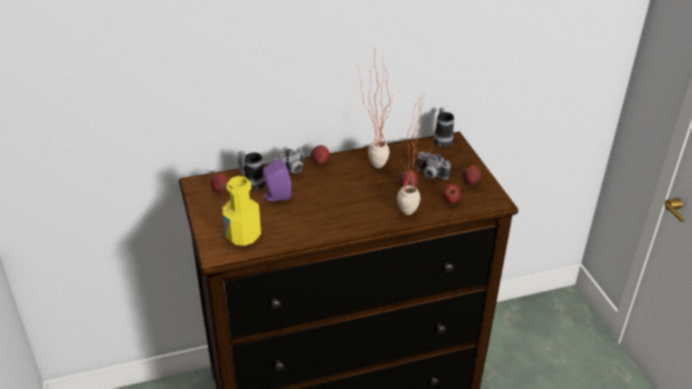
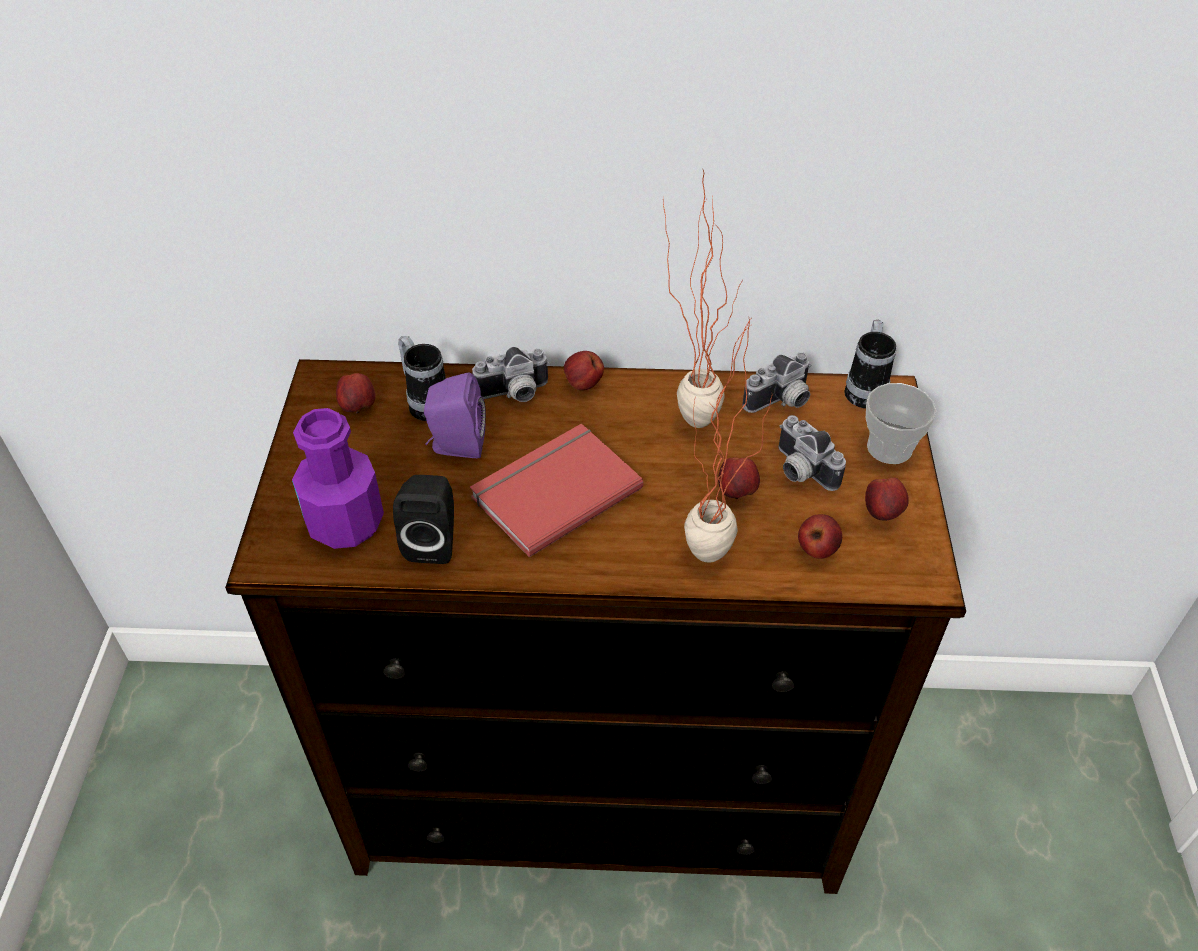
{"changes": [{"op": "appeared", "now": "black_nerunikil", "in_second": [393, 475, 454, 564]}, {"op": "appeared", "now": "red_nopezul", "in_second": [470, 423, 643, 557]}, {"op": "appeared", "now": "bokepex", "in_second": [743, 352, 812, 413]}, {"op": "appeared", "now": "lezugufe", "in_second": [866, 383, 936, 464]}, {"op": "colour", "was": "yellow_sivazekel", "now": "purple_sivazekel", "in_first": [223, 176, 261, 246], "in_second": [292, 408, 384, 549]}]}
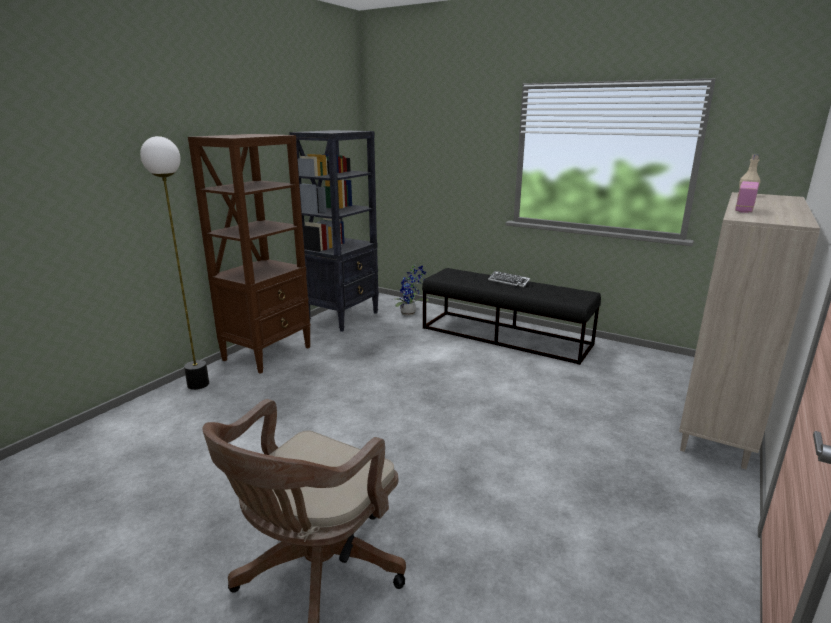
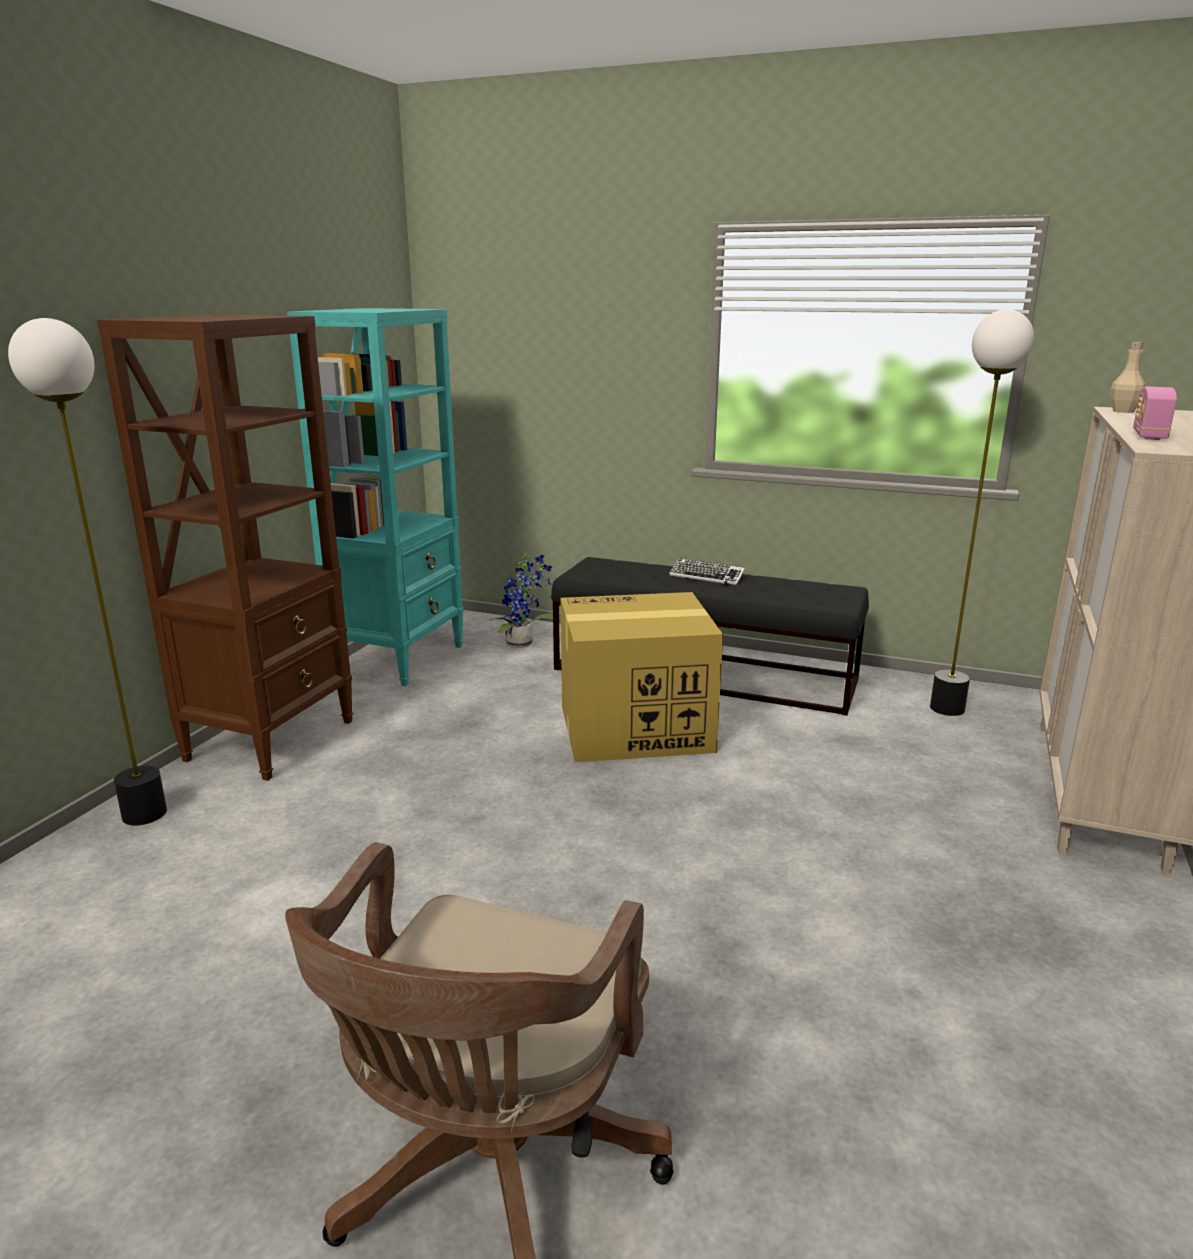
{"changes": [{"op": "appeared", "now": "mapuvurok", "in_second": [560, 592, 723, 762]}, {"op": "appeared", "now": "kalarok", "in_second": [930, 309, 1034, 716]}, {"op": "colour", "was": "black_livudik", "now": "turquoise_livudik", "in_first": [289, 130, 379, 332], "in_second": [287, 308, 464, 687]}]}
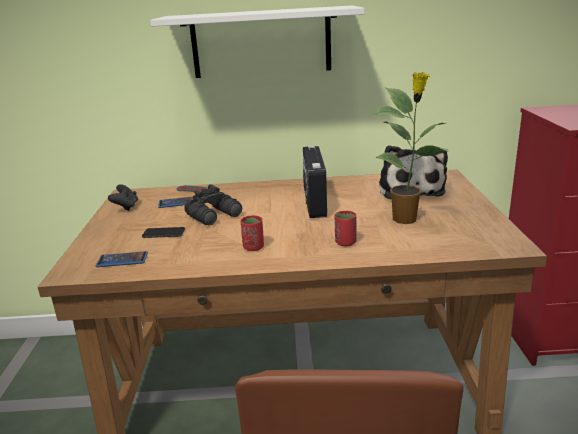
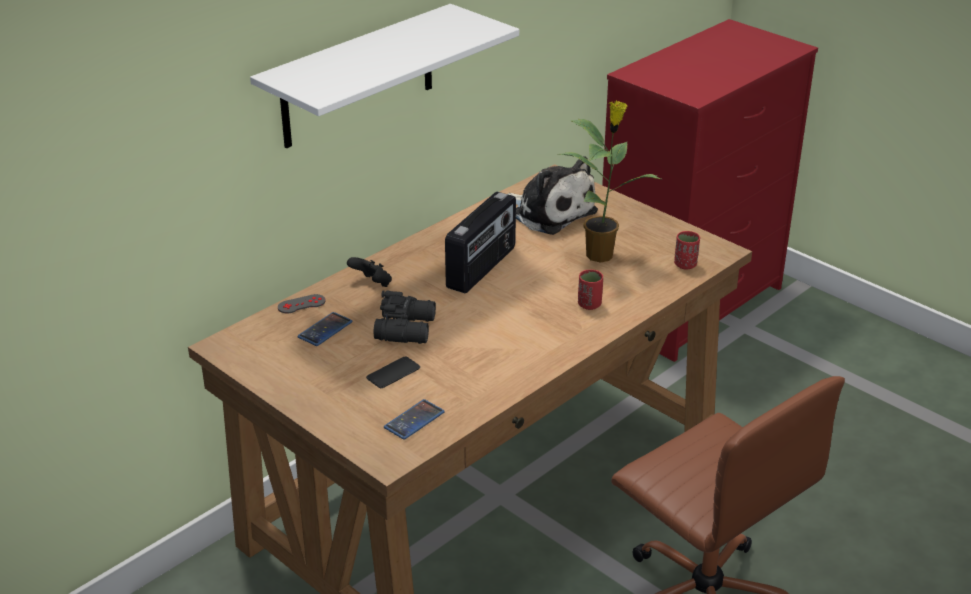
{"changes": [{"op": "relocated", "was": "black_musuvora", "in_first": [108, 184, 138, 211], "in_second": [347, 257, 392, 287]}, {"op": "relocated", "was": "red_lezugufe", "in_first": [240, 215, 264, 251], "in_second": [674, 231, 700, 270]}, {"op": "spun", "was": "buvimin", "in_first": [303, 146, 327, 218], "in_second": [445, 192, 516, 293], "clockwise": -105}]}
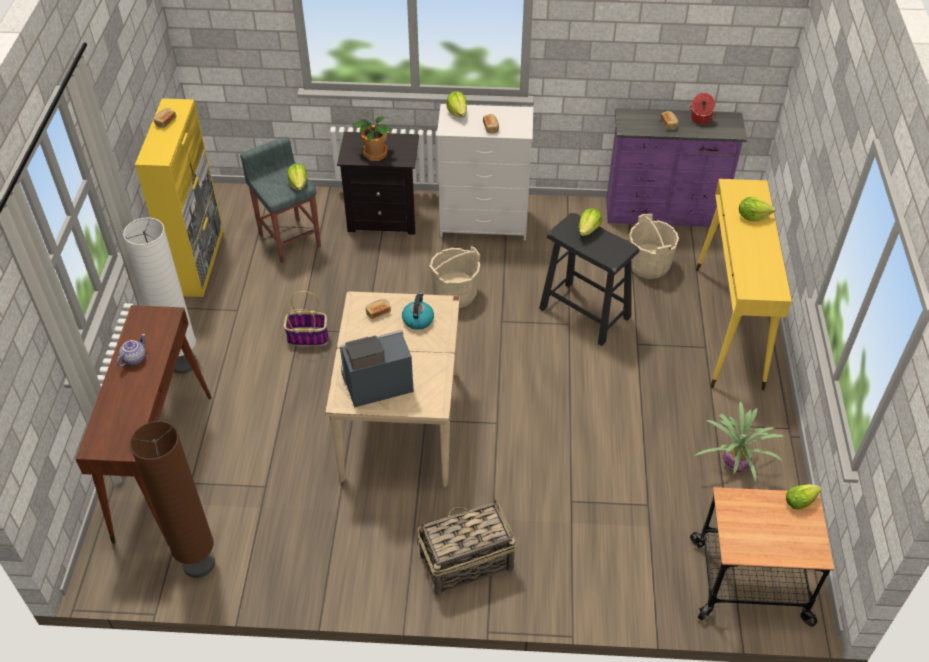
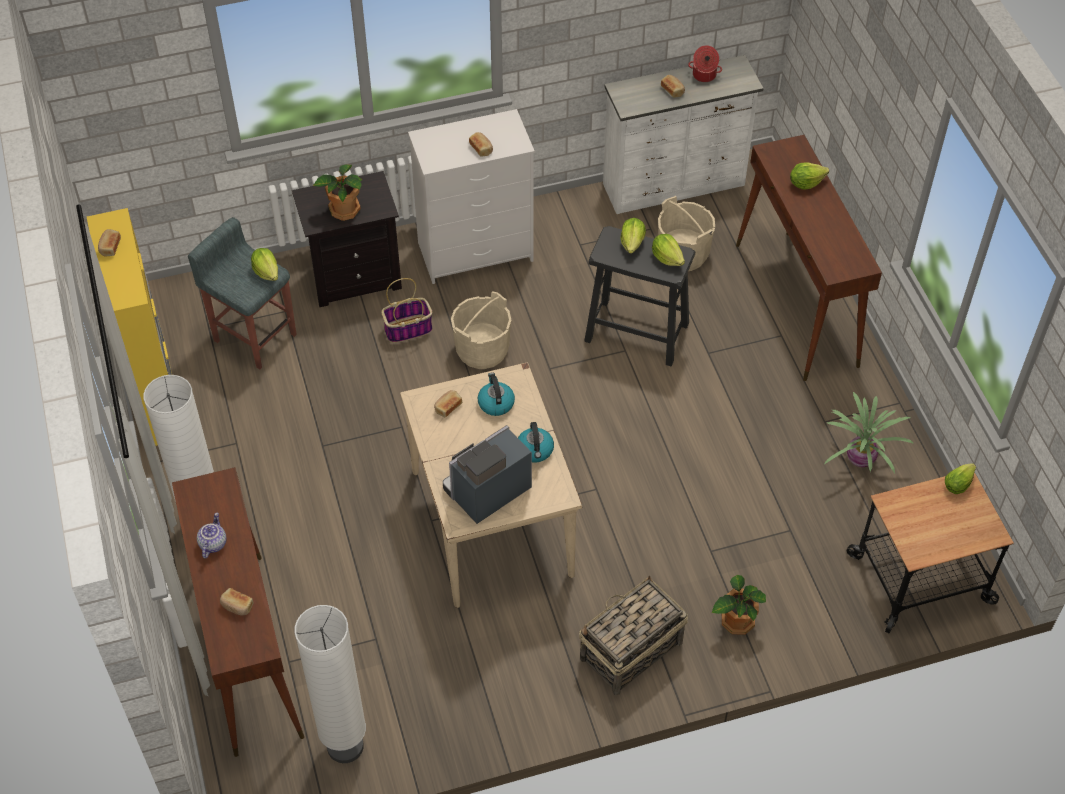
{"changes": [{"op": "appeared", "now": "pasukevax", "in_second": [220, 588, 253, 615]}, {"op": "appeared", "now": "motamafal", "in_second": [518, 422, 554, 462]}, {"op": "appeared", "now": "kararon", "in_second": [712, 575, 766, 635]}, {"op": "relocated", "was": "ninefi", "in_first": [284, 291, 328, 346], "in_second": [381, 278, 433, 343]}, {"op": "relocated", "was": "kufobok", "in_first": [446, 91, 467, 117], "in_second": [652, 234, 685, 266]}, {"op": "colour", "was": "brown_kalarok", "now": "white_kalarok", "in_first": [130, 421, 215, 578], "in_second": [294, 605, 366, 763]}, {"op": "colour", "was": "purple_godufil", "now": "white_godufil", "in_first": [606, 108, 747, 227], "in_second": [603, 55, 764, 214]}, {"op": "colour", "was": "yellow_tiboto", "now": "brown_tiboto", "in_first": [696, 179, 792, 390], "in_second": [736, 135, 882, 381]}]}
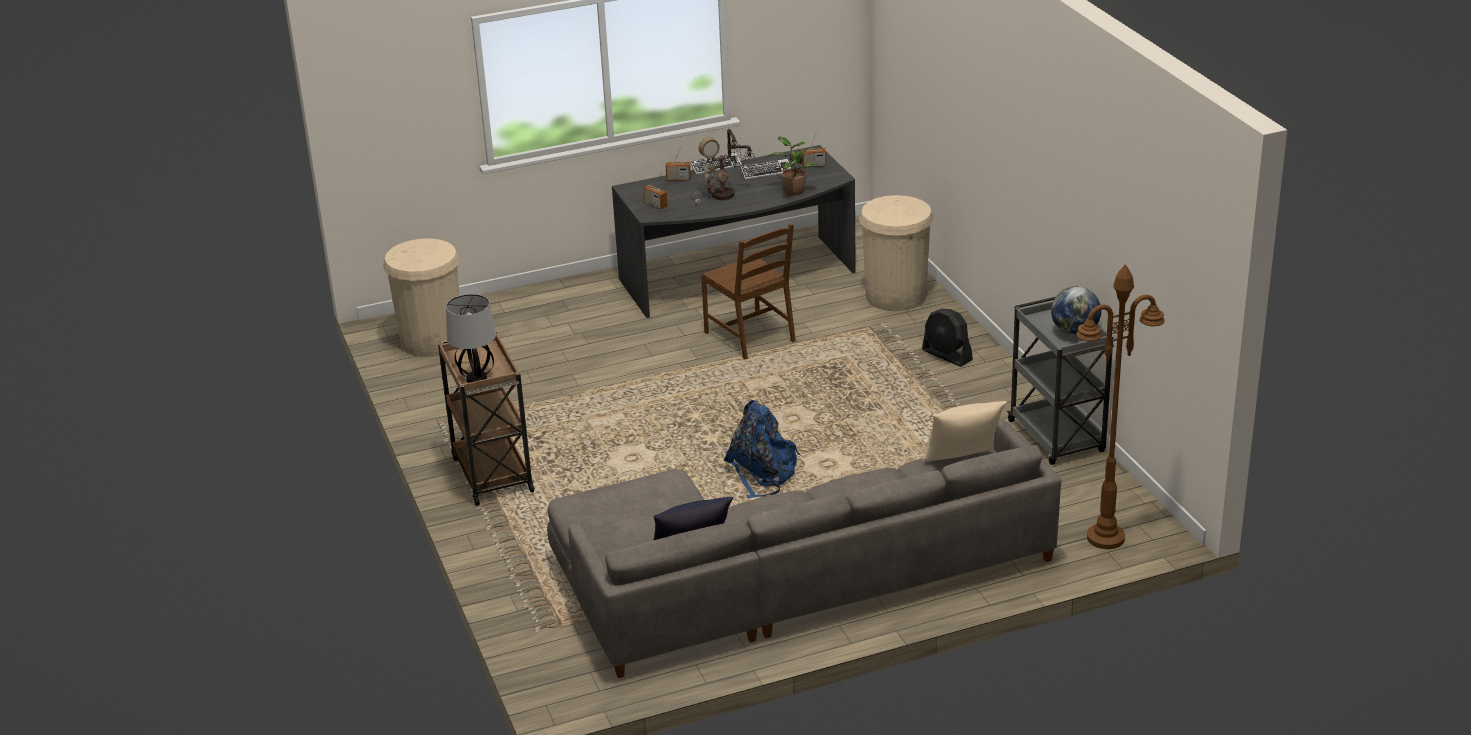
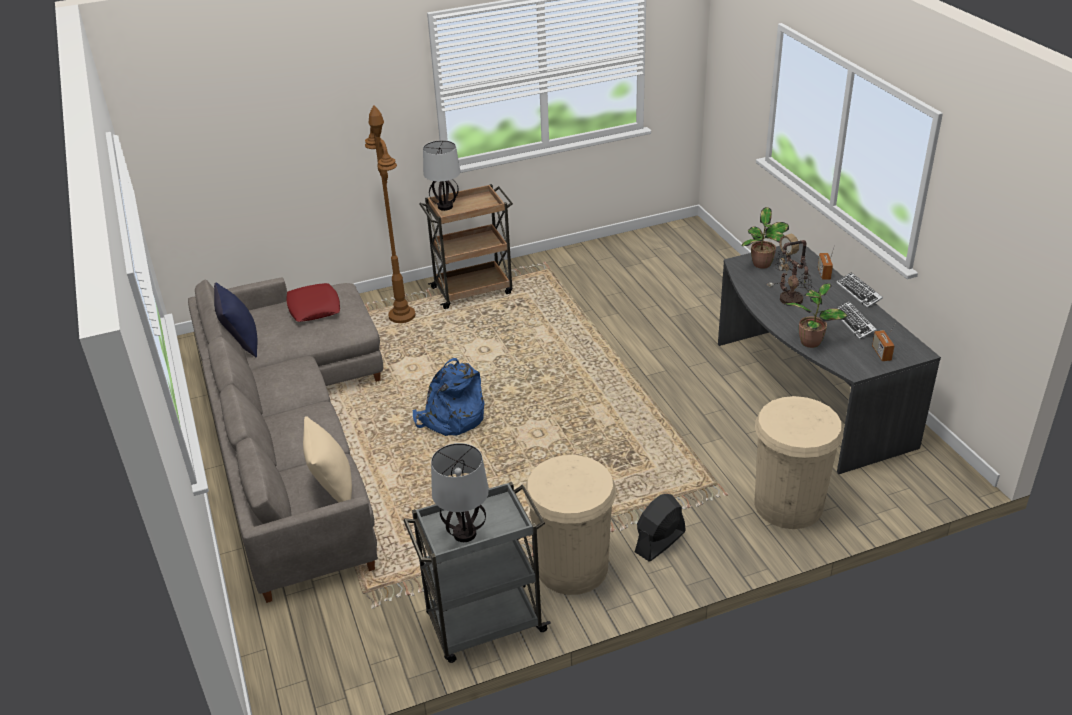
{"changes": [{"op": "missing", "was": "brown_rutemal", "in_first": [701, 224, 796, 359]}, {"op": "appeared", "now": "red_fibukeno", "in_second": [287, 283, 340, 322]}, {"op": "relocated", "was": "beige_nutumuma", "in_first": [383, 238, 460, 357], "in_second": [525, 455, 616, 595]}, {"op": "relocated", "was": "brown_kalarok", "in_first": [1076, 264, 1165, 549], "in_second": [365, 105, 416, 323]}, {"op": "exchanged", "was": "buvimin", "now": "kararon", "in_first": [644, 177, 667, 209], "in_second": [742, 207, 789, 269]}, {"op": "exchanged", "was": "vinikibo", "now": "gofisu", "in_first": [1051, 286, 1101, 336], "in_second": [431, 443, 489, 542]}]}
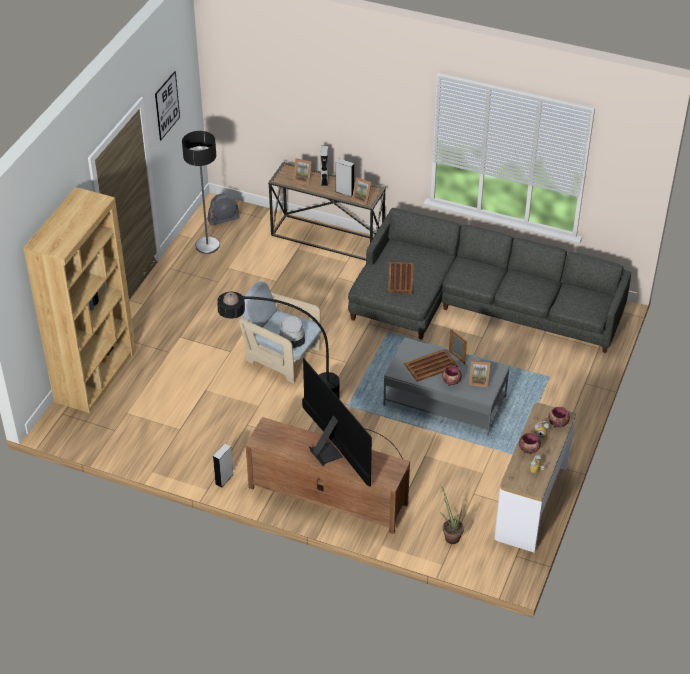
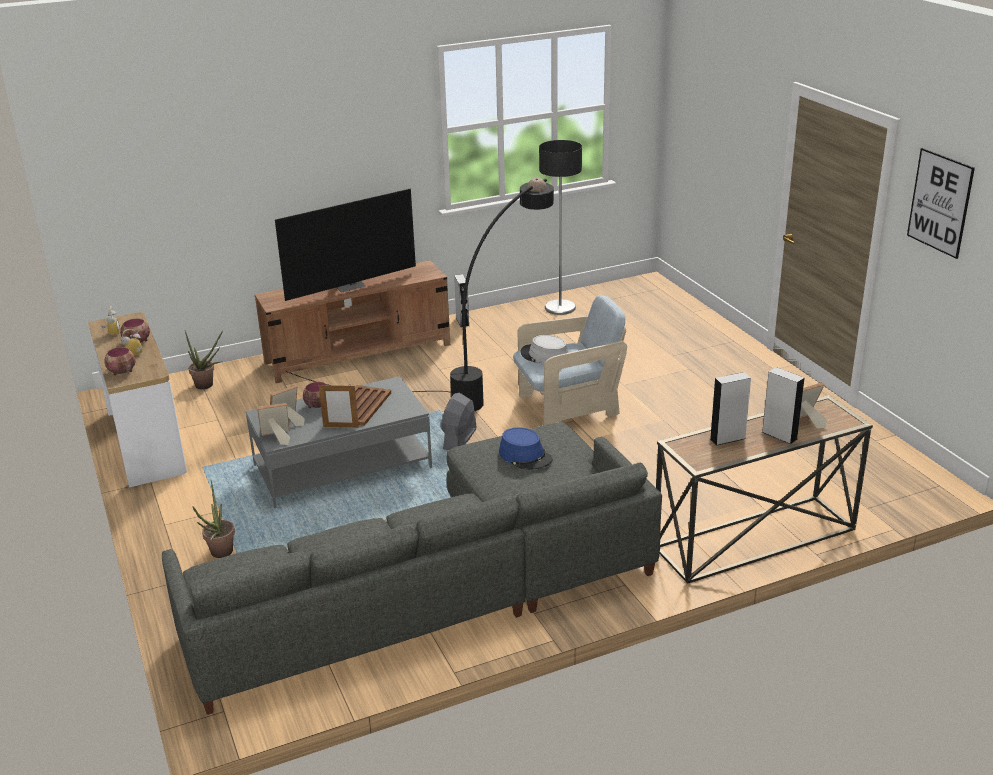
{"changes": [{"op": "missing", "was": "brown_livudik", "in_first": [23, 187, 136, 413]}, {"op": "appeared", "now": "kararon", "in_second": [193, 480, 235, 558]}, {"op": "relocated", "was": "kalarok", "in_first": [182, 131, 220, 254], "in_second": [539, 140, 582, 315]}, {"op": "relocated", "was": "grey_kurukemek", "in_first": [207, 193, 240, 226], "in_second": [441, 393, 477, 450]}, {"op": "relocated", "was": "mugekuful", "in_first": [352, 177, 372, 205], "in_second": [257, 403, 290, 445]}, {"op": "exchanged", "was": "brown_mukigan", "now": "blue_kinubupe", "in_first": [388, 262, 414, 293], "in_second": [499, 427, 552, 470]}, {"op": "spun", "was": "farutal", "in_first": [302, 358, 372, 487], "in_second": [275, 189, 416, 301], "clockwise": -45}]}
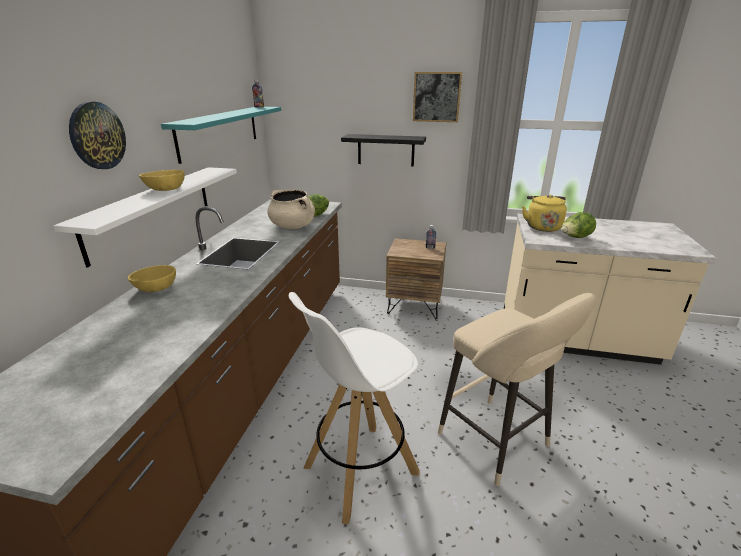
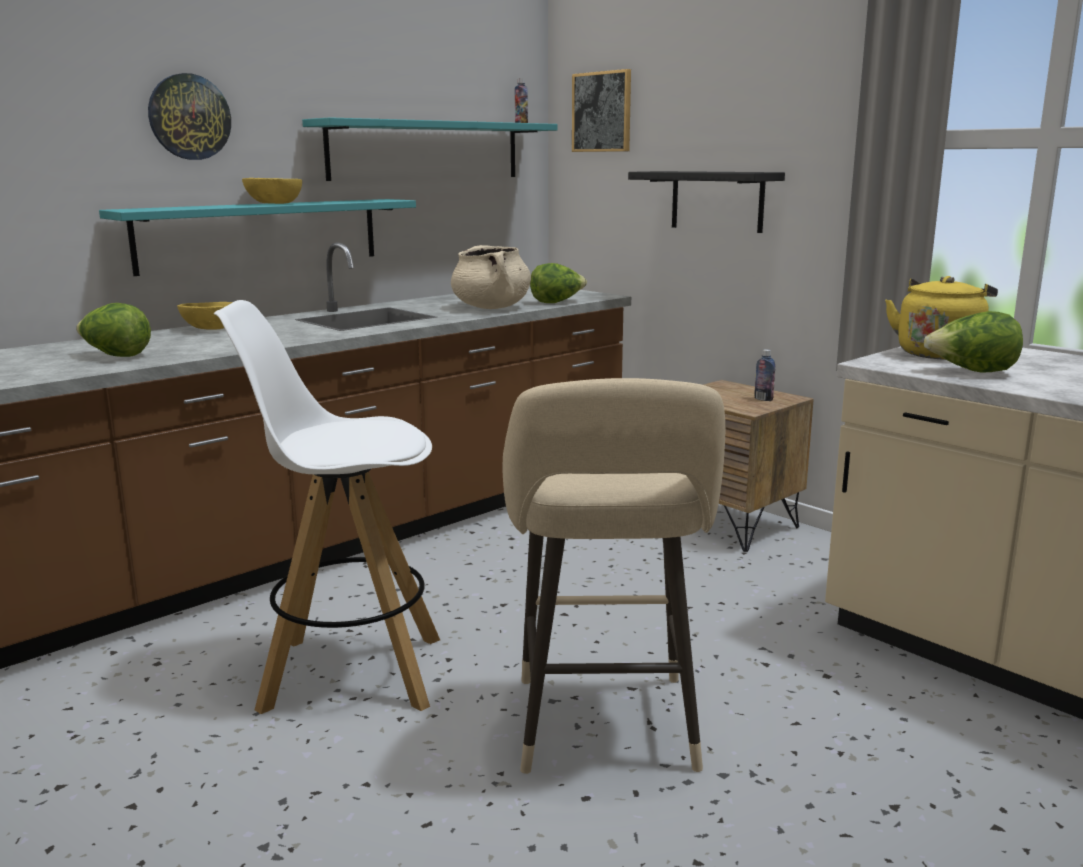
{"changes": [{"op": "appeared", "now": "kufobok", "in_second": [76, 303, 151, 357]}, {"op": "relocated", "was": "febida", "in_first": [413, 72, 462, 122], "in_second": [572, 69, 631, 152]}, {"op": "colour", "was": "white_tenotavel", "now": "turquoise_tenotavel", "in_first": [53, 167, 237, 268], "in_second": [99, 199, 416, 276]}]}
